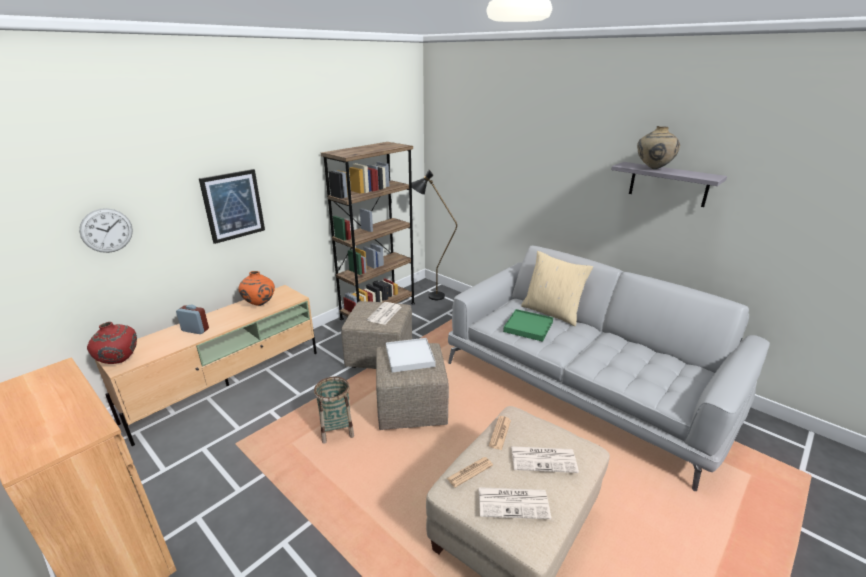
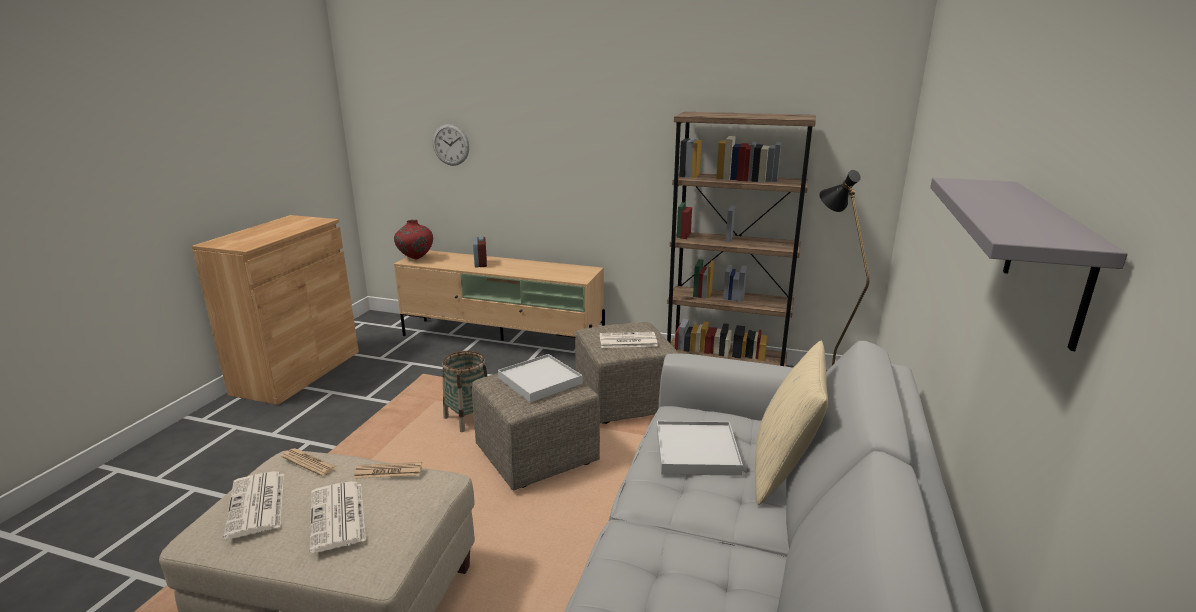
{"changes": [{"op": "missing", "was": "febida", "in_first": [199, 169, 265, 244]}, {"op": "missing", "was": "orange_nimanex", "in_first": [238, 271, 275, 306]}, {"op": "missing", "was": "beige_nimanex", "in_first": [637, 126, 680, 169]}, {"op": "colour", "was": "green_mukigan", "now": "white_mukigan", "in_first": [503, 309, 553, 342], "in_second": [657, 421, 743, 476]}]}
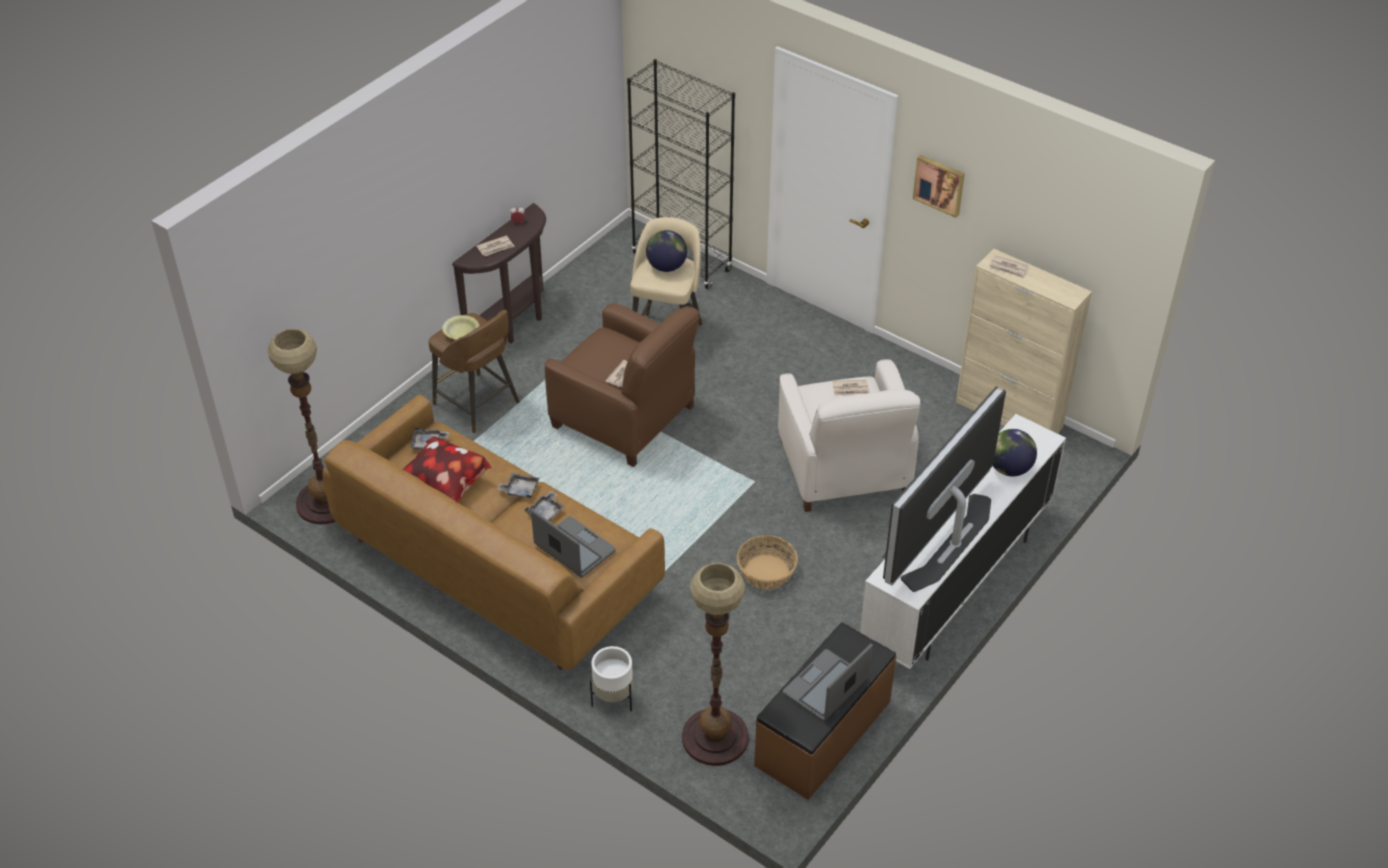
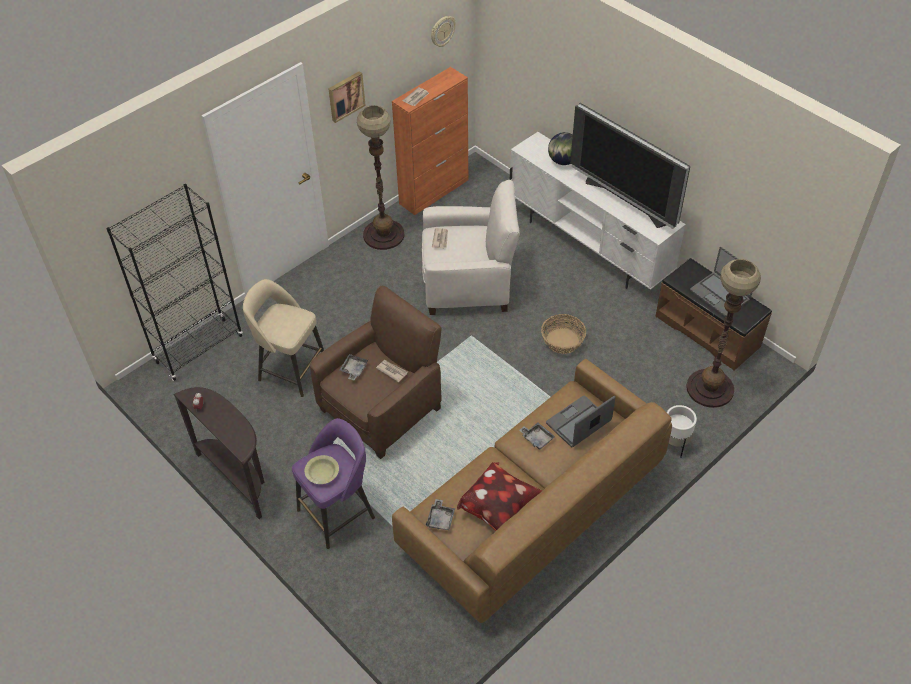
{"changes": [{"op": "missing", "was": "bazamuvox", "in_first": [476, 235, 515, 256]}, {"op": "missing", "was": "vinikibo", "in_first": [646, 230, 687, 272]}, {"op": "appeared", "now": "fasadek", "in_second": [431, 16, 456, 47]}, {"op": "relocated", "was": "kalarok", "in_first": [268, 329, 336, 524], "in_second": [357, 105, 405, 250]}, {"op": "relocated", "was": "grey_mukigan", "in_first": [498, 473, 539, 499], "in_second": [340, 354, 368, 380]}, {"op": "colour", "was": "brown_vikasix", "now": "purple_vikasix", "in_first": [429, 310, 520, 433], "in_second": [292, 418, 375, 549]}, {"op": "colour", "was": "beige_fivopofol", "now": "orange_fivopofol", "in_first": [956, 249, 1092, 434], "in_second": [392, 67, 468, 215]}]}
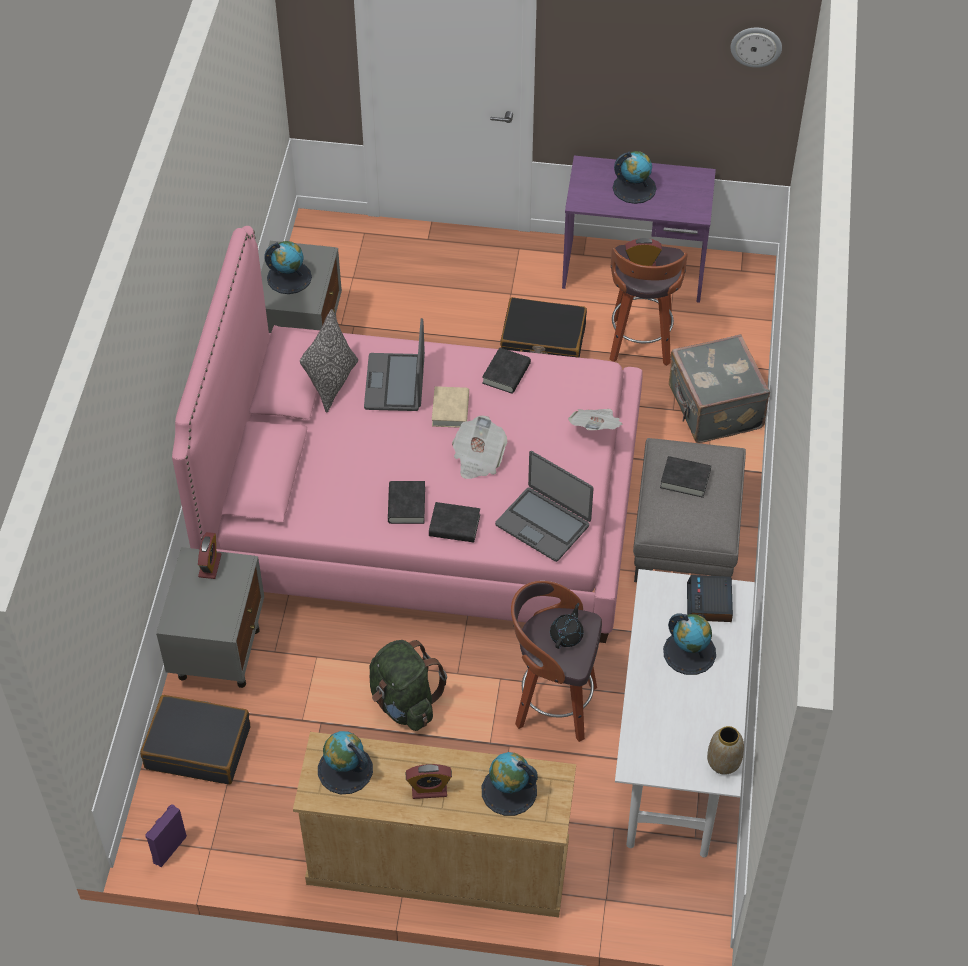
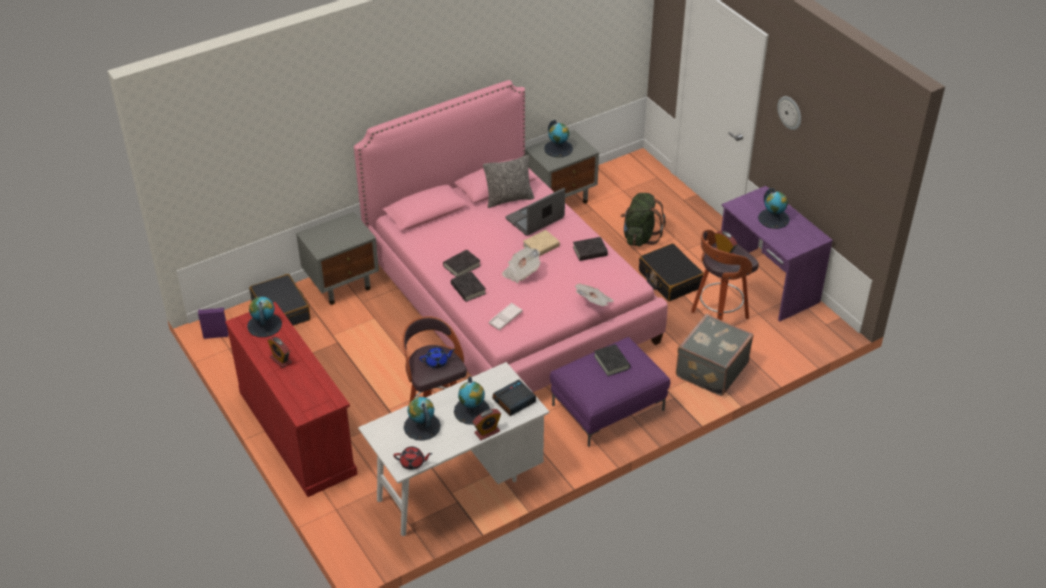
{"changes": [{"op": "relocated", "was": "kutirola", "in_first": [198, 532, 221, 579], "in_second": [473, 409, 501, 440]}, {"op": "relocated", "was": "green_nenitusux", "in_first": [369, 640, 447, 731], "in_second": [621, 193, 666, 246]}, {"op": "relocated", "was": "vinikibo", "in_first": [482, 752, 538, 816], "in_second": [404, 397, 441, 441]}, {"op": "relocated", "was": "fasadek", "in_first": [730, 28, 782, 68], "in_second": [777, 96, 801, 130]}, {"op": "exchanged", "was": "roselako", "now": "white_mukigan", "in_first": [495, 451, 594, 562], "in_second": [489, 303, 523, 330]}, {"op": "exchanged", "was": "nimanex", "now": "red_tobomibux", "in_first": [707, 726, 744, 775], "in_second": [393, 446, 432, 470]}, {"op": "colour", "was": "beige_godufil", "now": "red_godufil", "in_first": [293, 732, 576, 918], "in_second": [225, 302, 358, 497]}, {"op": "colour", "was": "black_tobomibux", "now": "blue_tobomibux", "in_first": [550, 603, 584, 649], "in_second": [420, 347, 455, 368]}, {"op": "colour", "was": "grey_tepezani", "now": "purple_tepezani", "in_first": [633, 438, 746, 582], "in_second": [550, 337, 670, 447]}]}
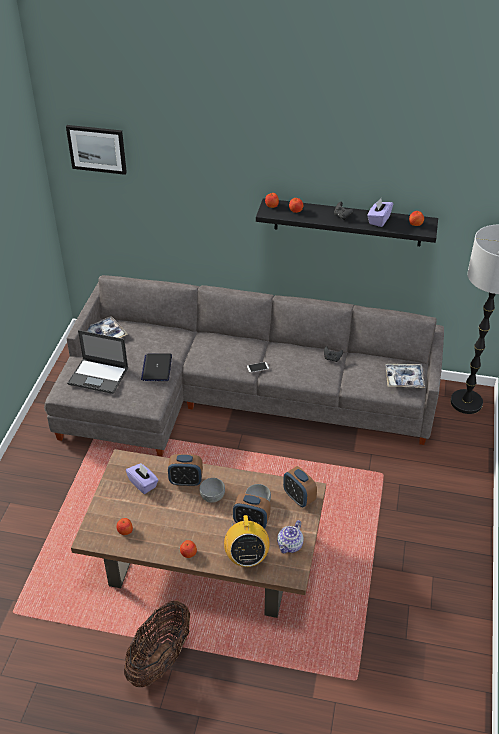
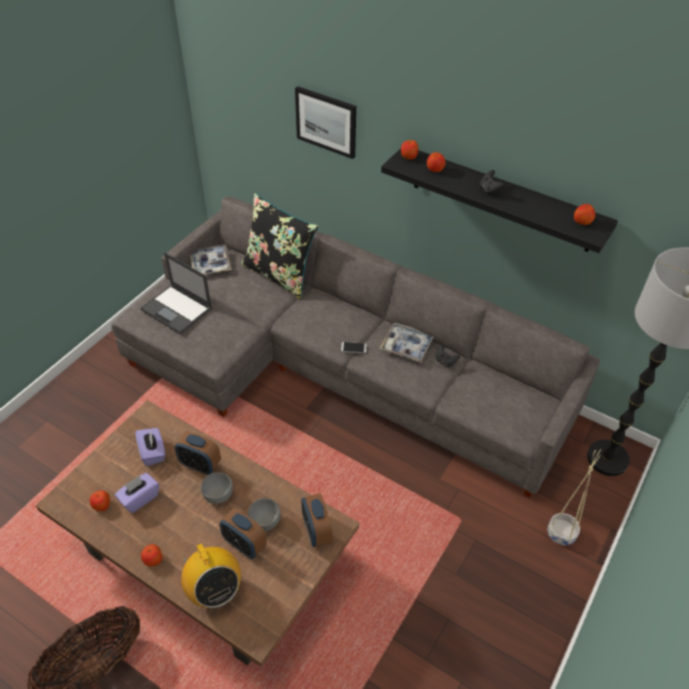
{"changes": [{"op": "missing", "was": "roselako", "in_first": [141, 353, 172, 381]}, {"op": "missing", "was": "tobomibux", "in_first": [277, 520, 303, 554]}, {"op": "appeared", "now": "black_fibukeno", "in_second": [241, 193, 318, 299]}, {"op": "appeared", "now": "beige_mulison", "in_second": [547, 449, 602, 545]}, {"op": "relocated", "was": "febida", "in_first": [66, 125, 127, 175], "in_second": [295, 86, 356, 159]}, {"op": "relocated", "was": "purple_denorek", "in_first": [367, 198, 393, 227], "in_second": [115, 473, 159, 513]}, {"op": "relocated", "was": "mukigan", "in_first": [385, 364, 425, 388], "in_second": [379, 323, 433, 362]}, {"op": "spun", "was": "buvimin", "in_first": [224, 514, 270, 567], "in_second": [181, 544, 241, 608], "clockwise": -45}]}
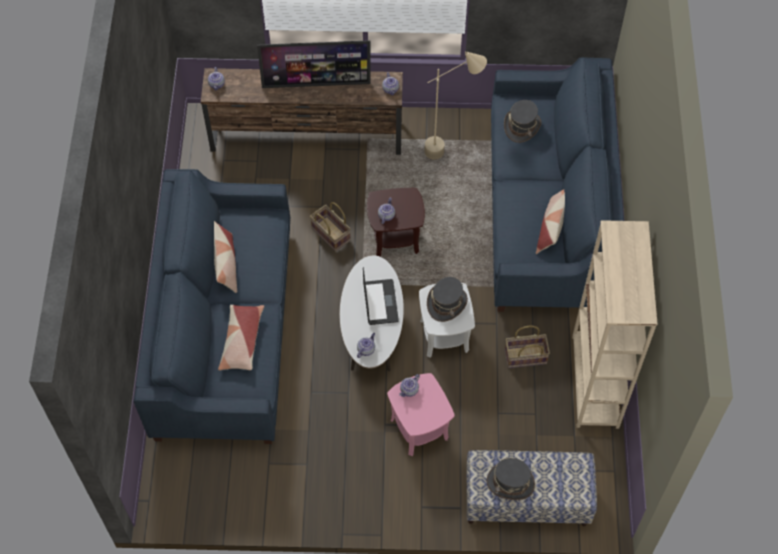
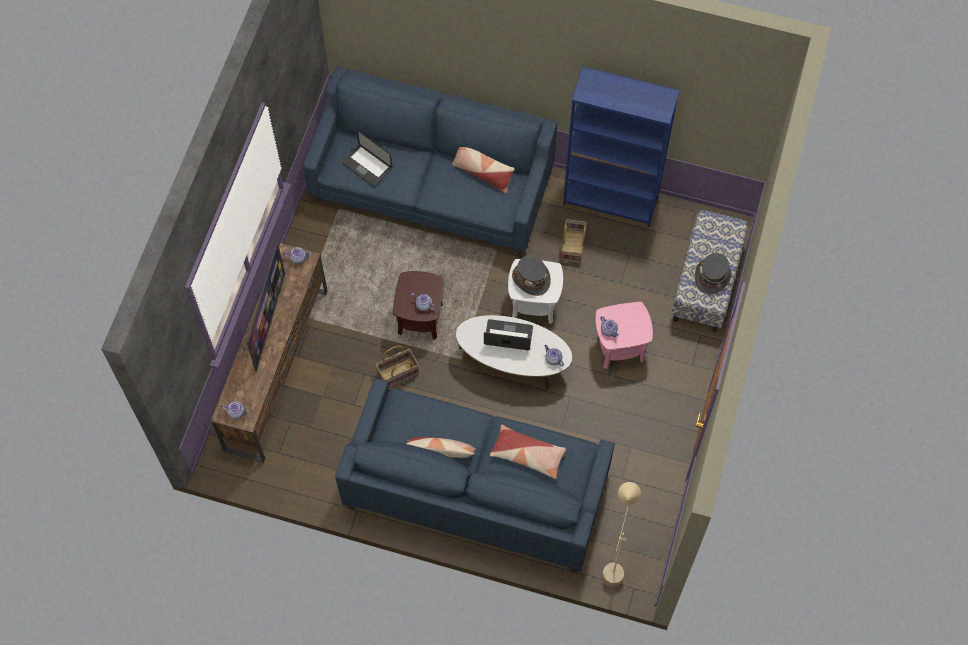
{"changes": [{"op": "relocated", "was": "beige_kalarok", "in_first": [425, 51, 487, 160], "in_second": [602, 482, 641, 587]}, {"op": "exchanged", "was": "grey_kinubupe", "now": "roselako", "in_first": [504, 100, 541, 143], "in_second": [342, 130, 392, 187]}, {"op": "colour", "was": "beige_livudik", "now": "blue_livudik", "in_first": [572, 220, 657, 429], "in_second": [563, 66, 680, 227]}]}
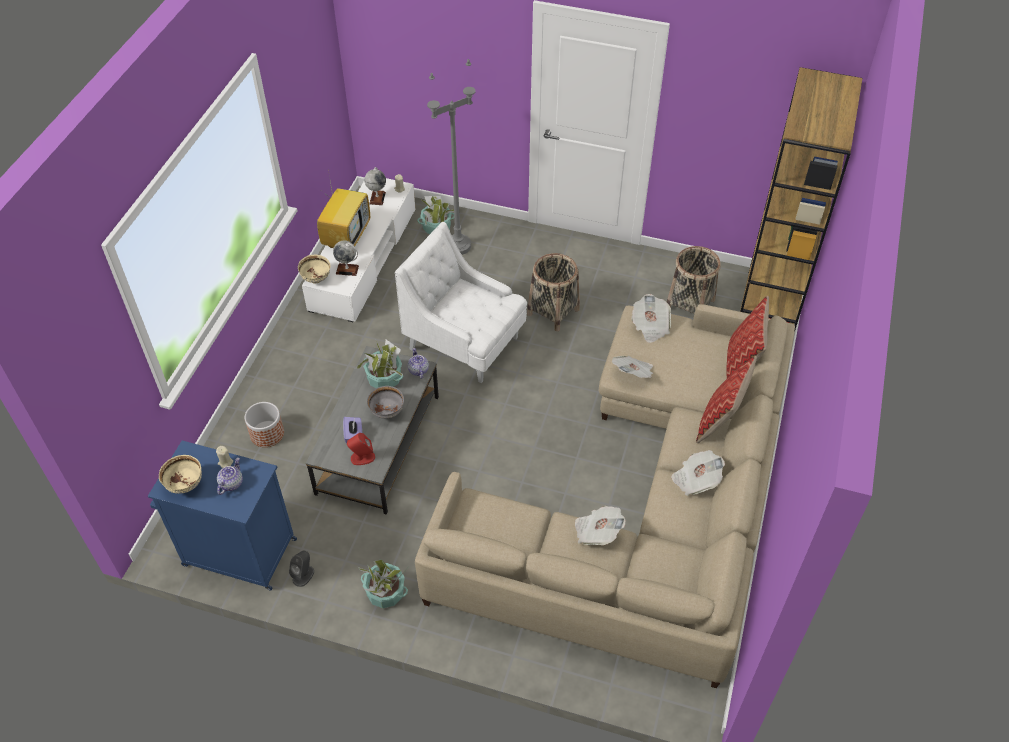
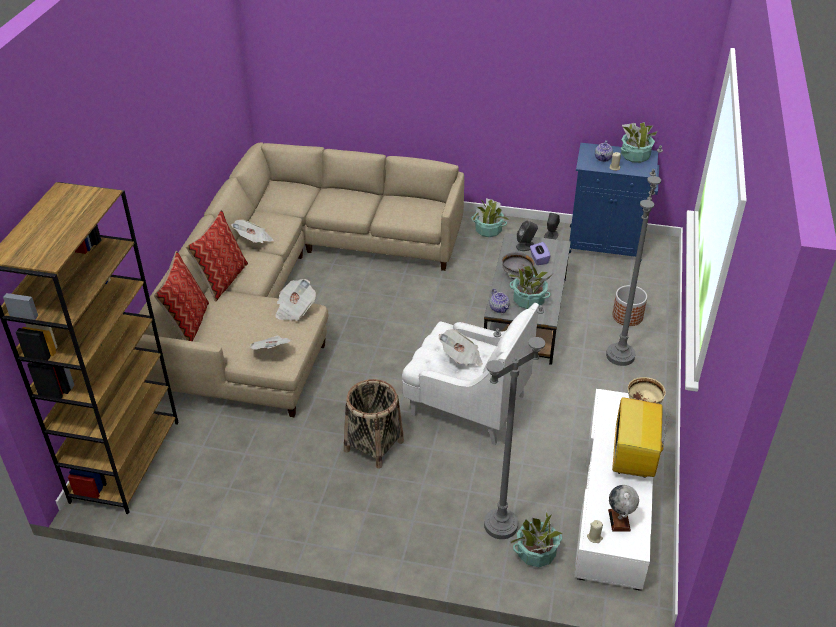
{"changes": [{"op": "missing", "was": "vinikibo", "in_first": [333, 240, 359, 276]}, {"op": "missing", "was": "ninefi", "in_first": [667, 246, 721, 314]}, {"op": "appeared", "now": "grey_kalarok", "in_second": [606, 145, 663, 366]}, {"op": "relocated", "was": "bazamuvox", "in_first": [575, 506, 626, 545], "in_second": [439, 330, 483, 366]}, {"op": "exchanged", "was": "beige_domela", "now": "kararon", "in_first": [159, 455, 202, 494], "in_second": [621, 122, 658, 163]}, {"op": "colour", "was": "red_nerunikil", "now": "grey_nerunikil", "in_first": [347, 433, 375, 465], "in_second": [516, 220, 538, 251]}]}
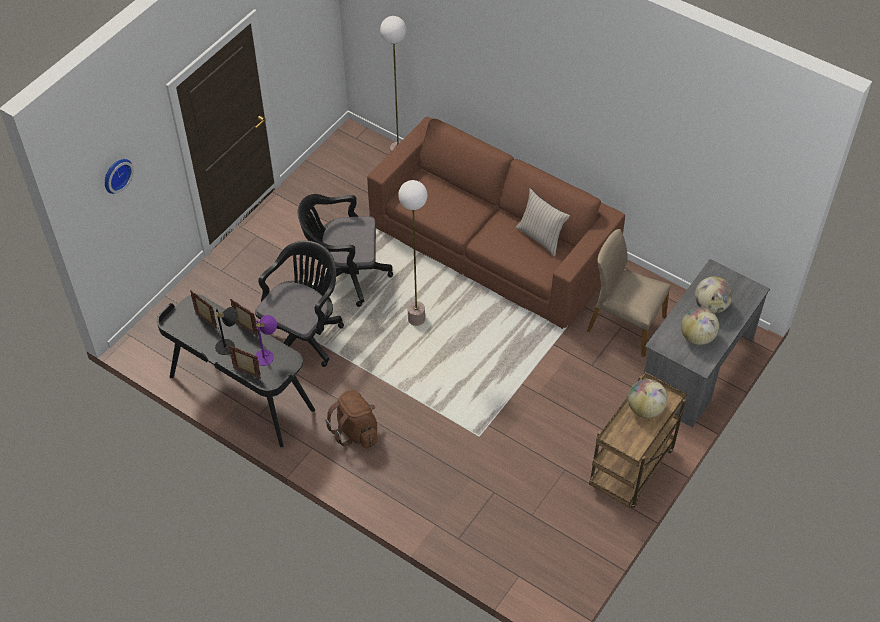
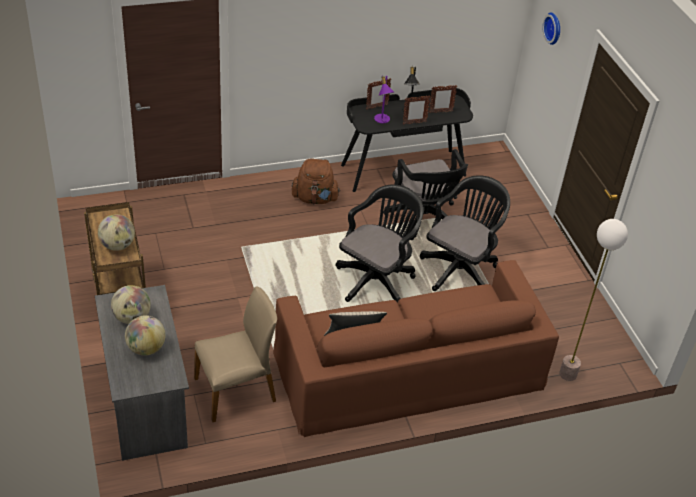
{"changes": [{"op": "exchanged", "was": "kalarok", "now": "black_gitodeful", "in_first": [398, 180, 427, 326], "in_second": [335, 184, 423, 303]}]}
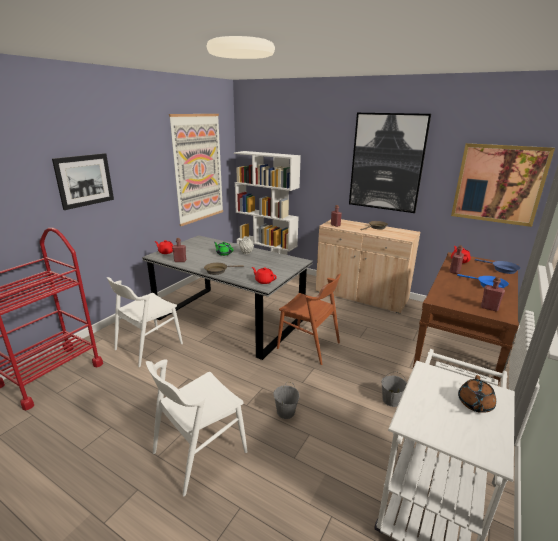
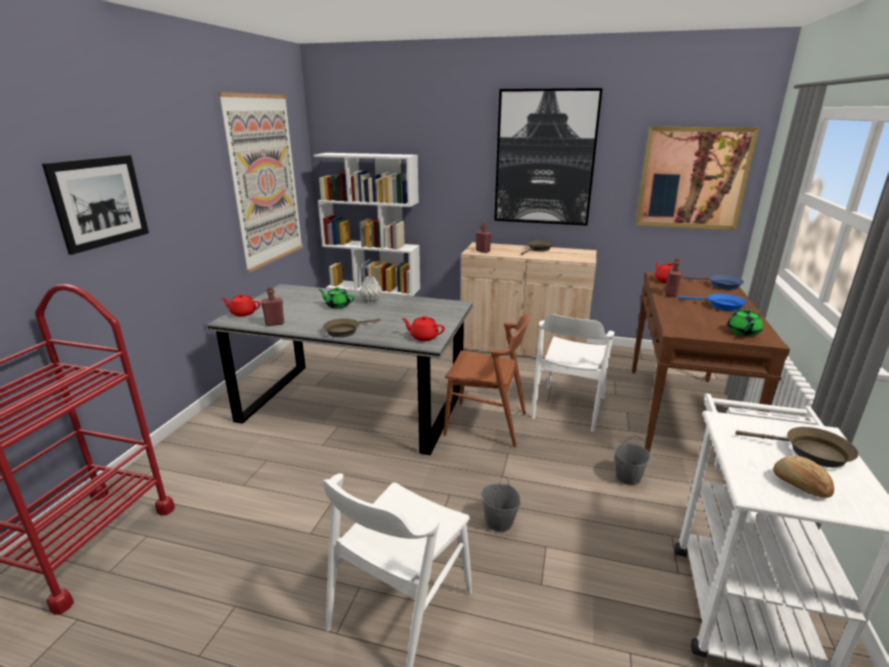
{"changes": [{"op": "appeared", "now": "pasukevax", "in_second": [773, 456, 834, 498]}, {"op": "relocated", "was": "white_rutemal", "in_first": [107, 277, 183, 367], "in_second": [532, 314, 614, 432]}, {"op": "exchanged", "was": "brown_tobomibux", "now": "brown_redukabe", "in_first": [458, 375, 496, 413], "in_second": [736, 427, 858, 468]}, {"op": "exchanged", "was": "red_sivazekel", "now": "green_tobomibux", "in_first": [481, 277, 505, 311], "in_second": [727, 309, 763, 336]}]}
